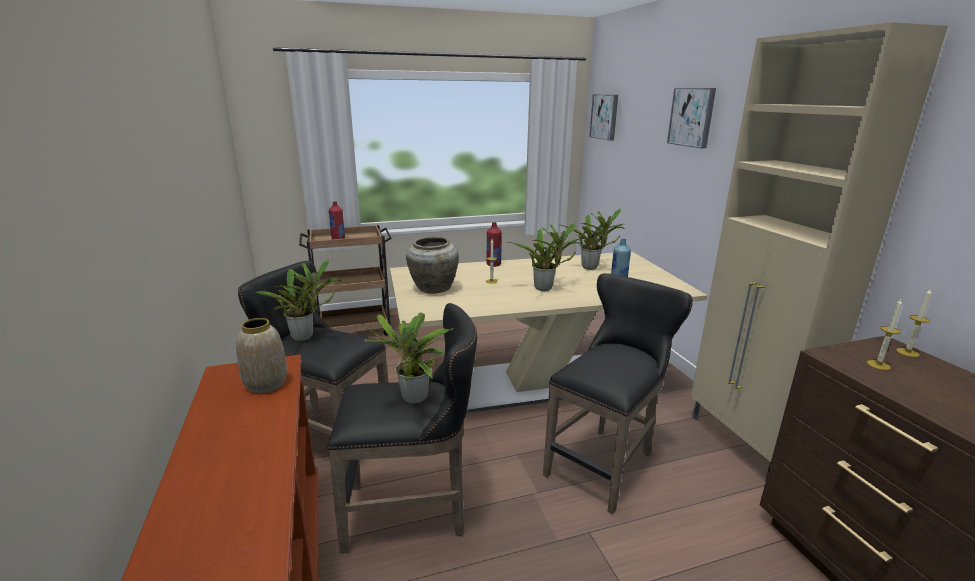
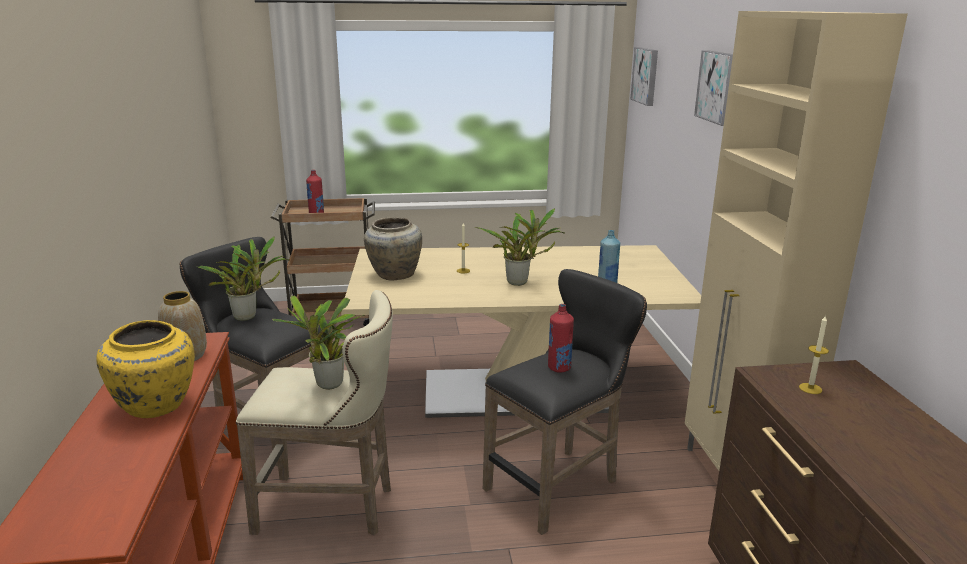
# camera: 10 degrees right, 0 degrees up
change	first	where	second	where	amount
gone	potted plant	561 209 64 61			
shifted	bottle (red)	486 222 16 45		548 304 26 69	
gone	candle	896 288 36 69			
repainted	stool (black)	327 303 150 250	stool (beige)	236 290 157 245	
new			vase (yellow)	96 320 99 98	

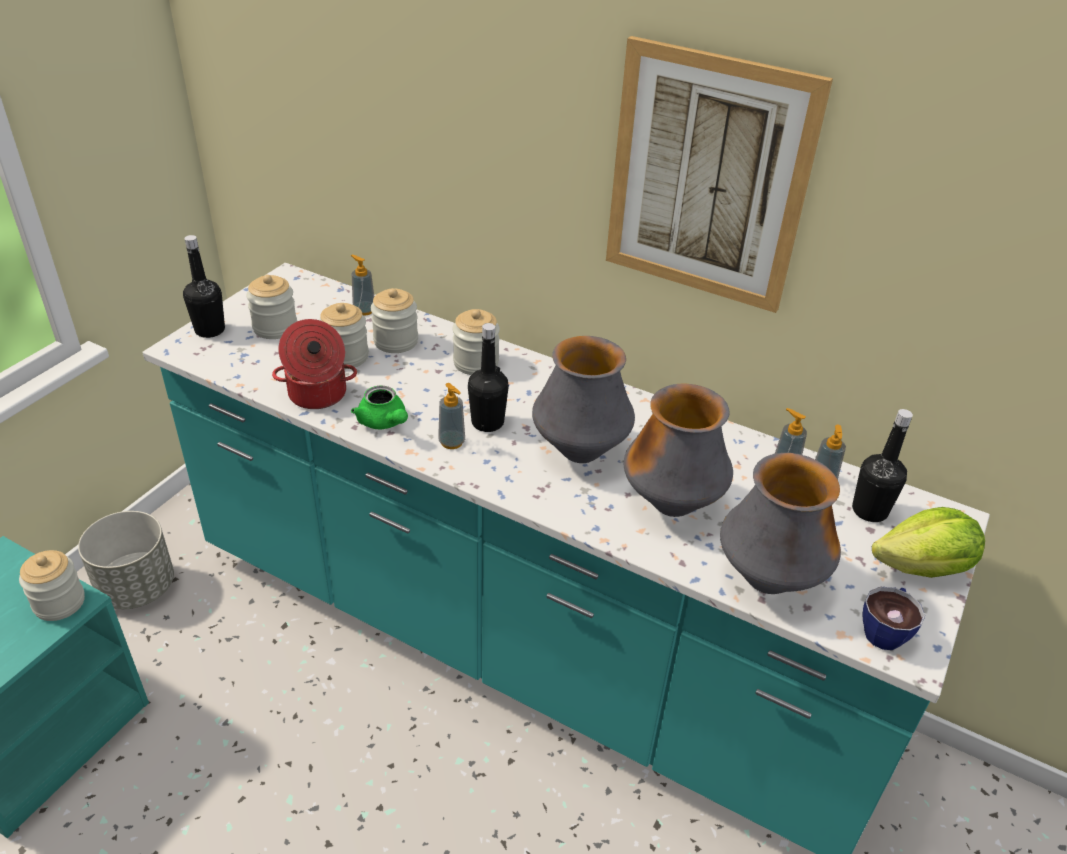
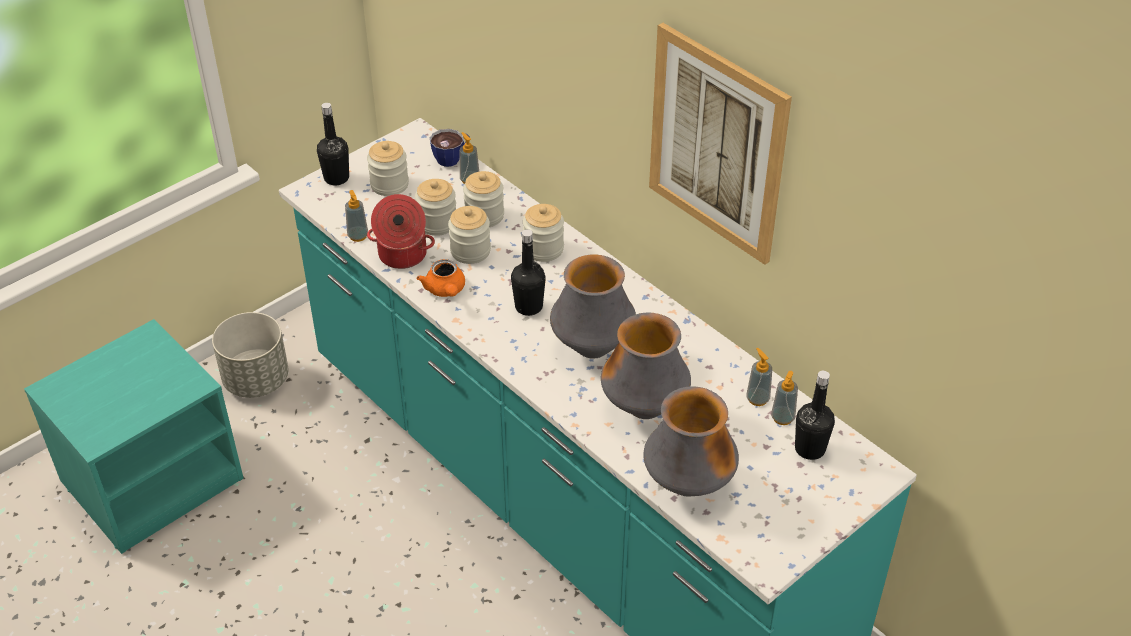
# camera: 20 degrees right, 5 degrees up
change	first	where	second	where	amount
shifted	soap dispenser	438 383 27 66		345 190 23 52	
repainted	teapot (green)	351 386 57 43	teapot (orange)	417 259 48 38	
gone	lettuce	872 507 113 71			
shifted	jar	19 550 66 71		448 206 43 58	
shifted	cup	862 587 63 63		430 129 40 38	

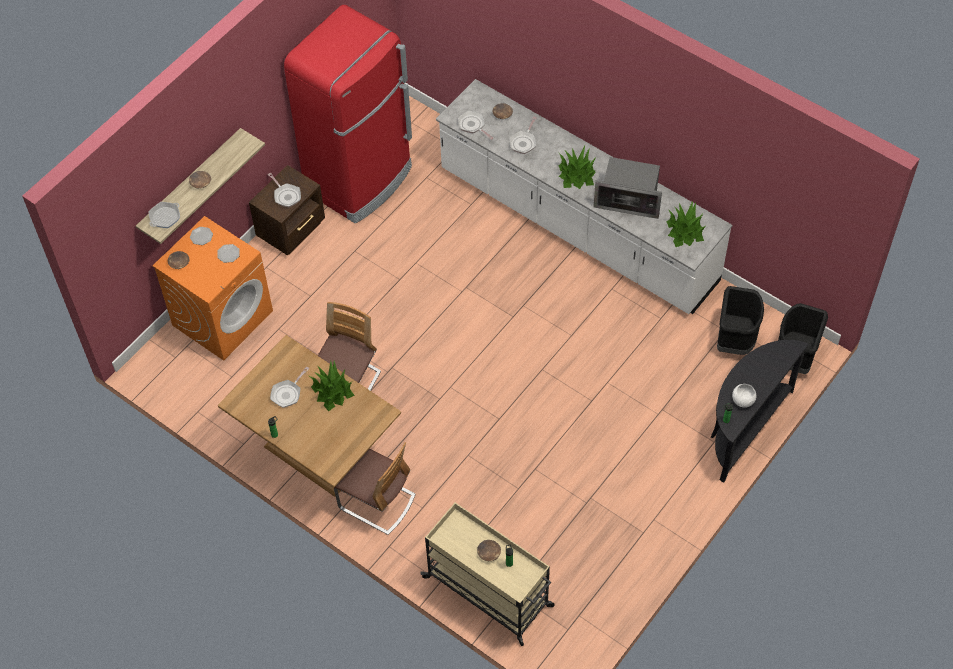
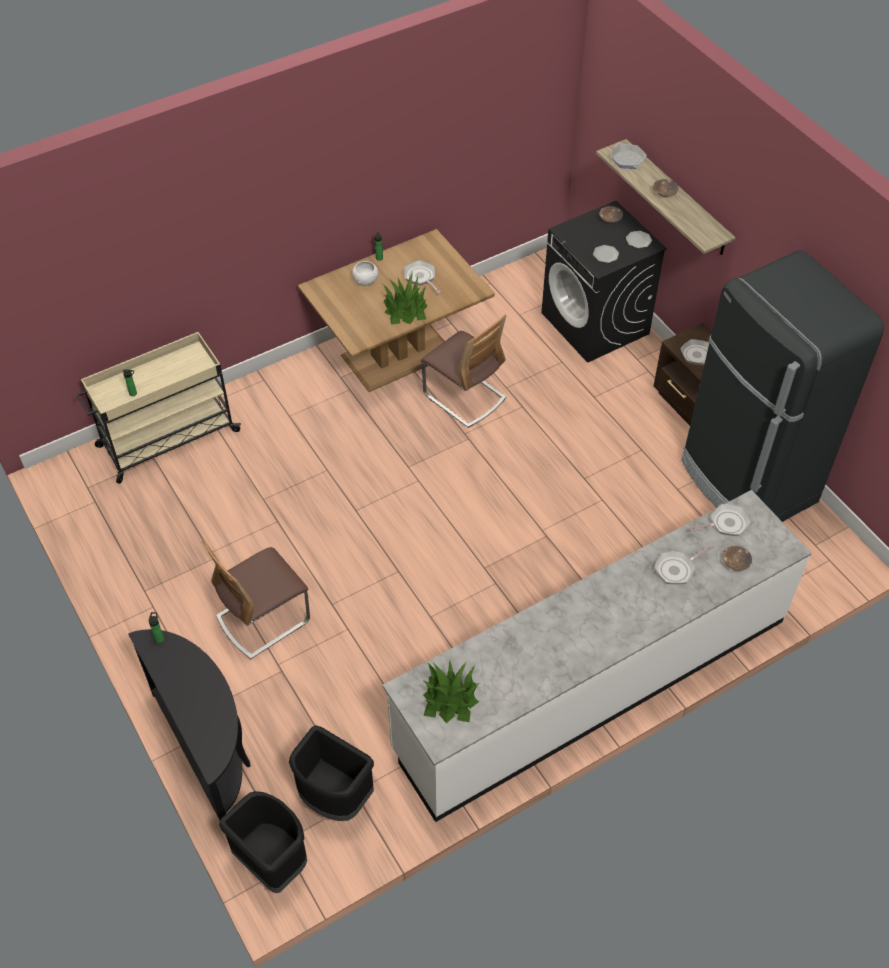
# camera: 110 degrees right, 5 degrees down
change	first	where	second	where	amount
repainted	fridge (red)	284 5 128 219	fridge (black)	681 251 203 271	
rotated	frying pan	509 117 28 37		654 545 60 39	75 degrees counterclockwise
gone	potted plant	559 146 37 43			
gone	microwave	594 157 68 62			
repainted	washing machine (orange)	153 216 120 145	washing machine (black)	541 201 126 162	
shifted	bowl (white)	732 384 24 24		352 261 26 25	
shifted	chair	334 442 82 93		202 540 108 119	
gone	bowl (brown)	477 540 24 21			

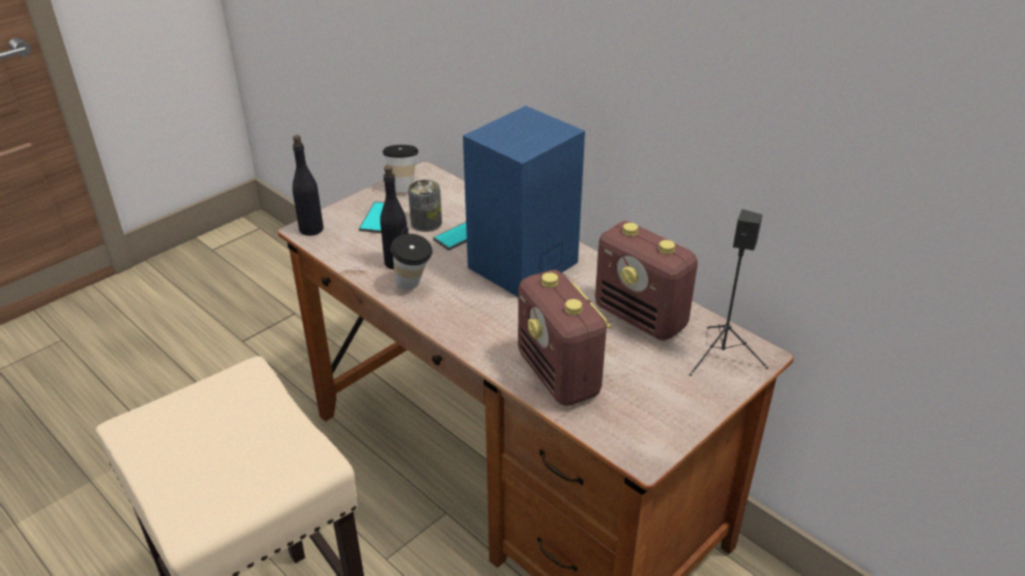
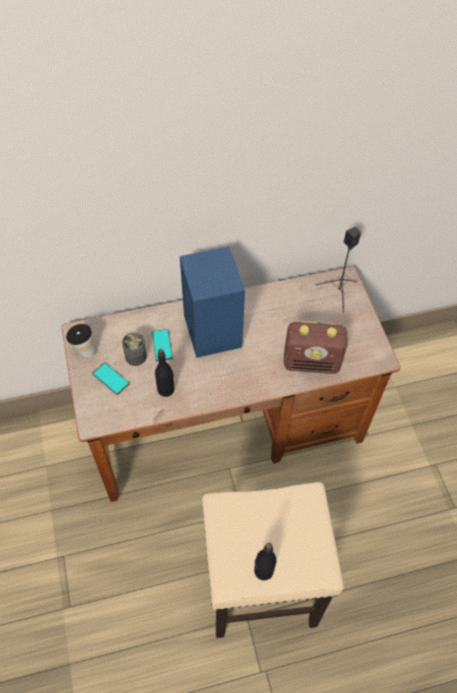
# camera: 60 degrees left, 20 degrees up
change	first	where	second	where	amount
shifted	bottle (black)	292 135 32 101		254 543 22 38	
gone	radio	595 221 103 120			
gone	cup	391 234 42 55			

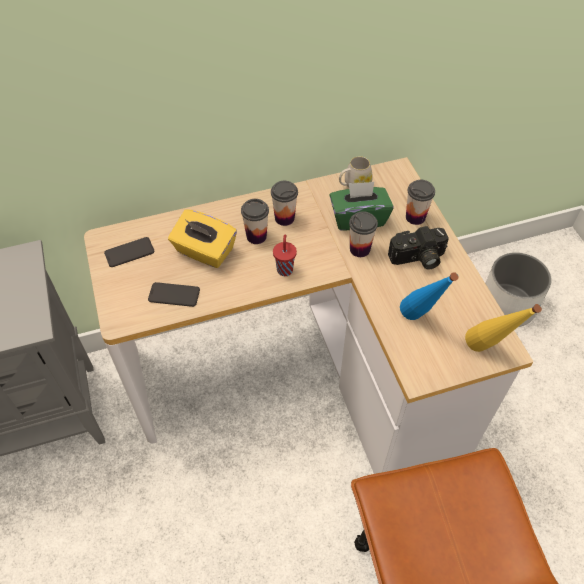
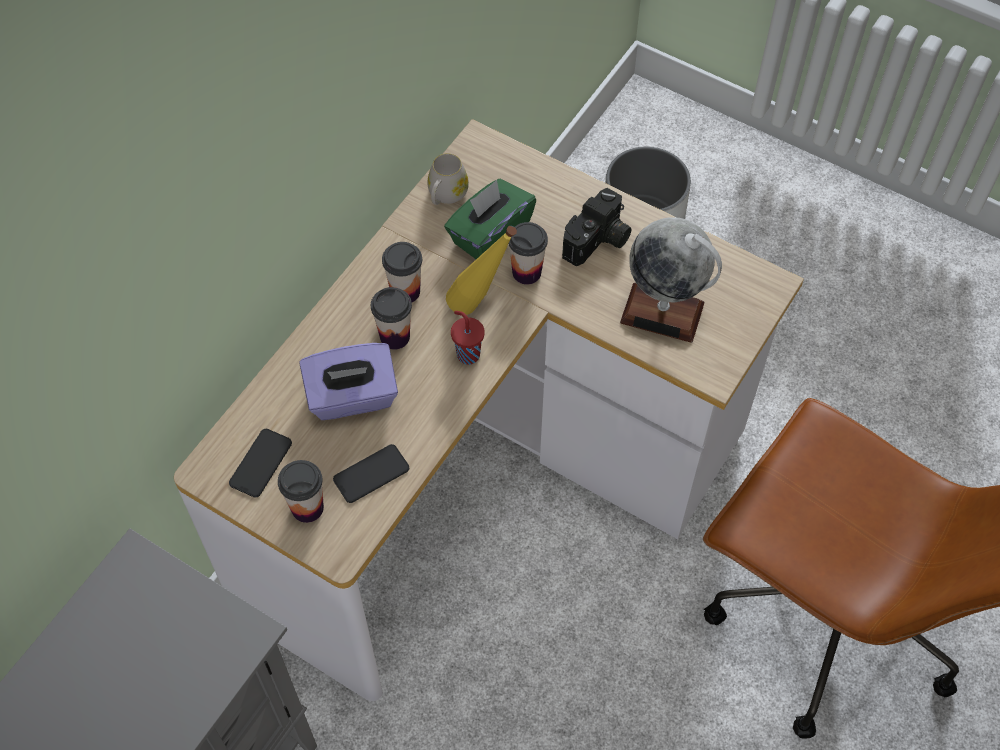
# camera: 40 degrees left, 5 degrees up
change	first	where	second	where	amount
shifted	cup	406 180 29 45		278 460 46 63	
repainted	tissue box (yellow)	168 209 69 59	tissue box (purple)	300 343 98 77	
swapped	bottle (blue)	400 272 58 48	globe	620 217 102 126	
shifted	bottle (yellow)	465 304 77 48		446 226 71 89	

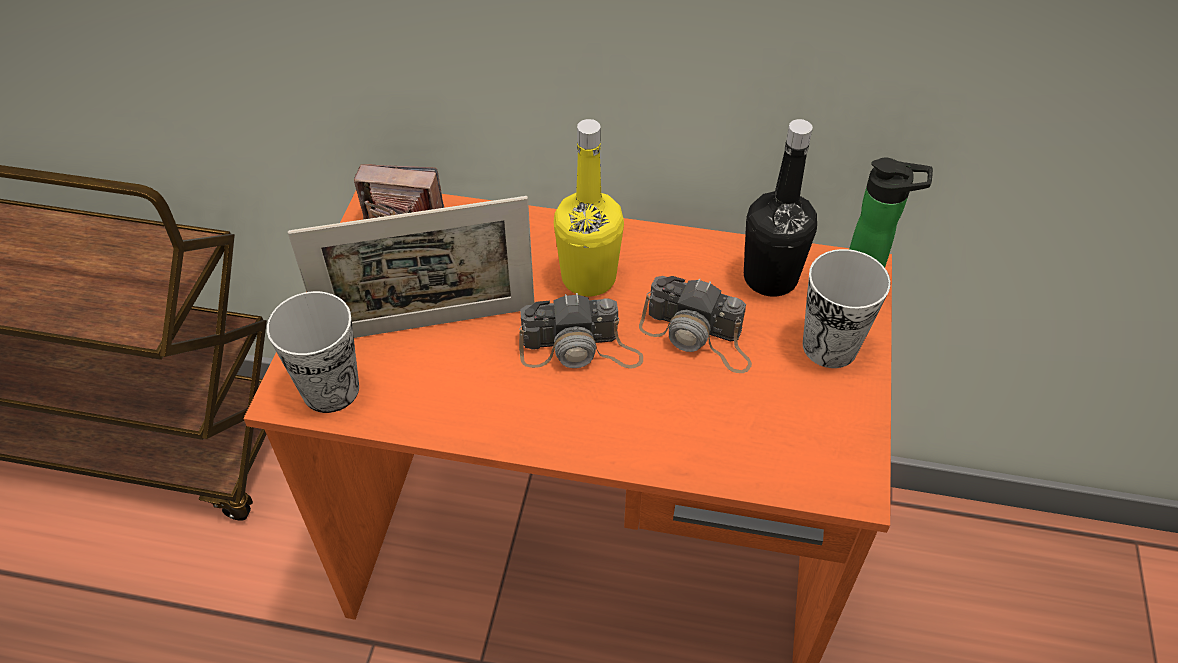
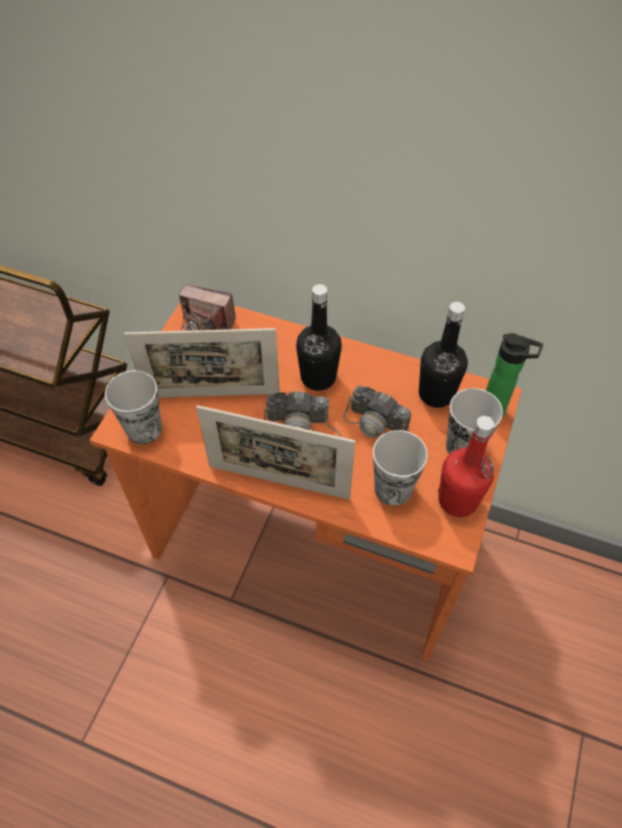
# camera: 10 degrees right, 5 degrees up
change	first	where	second	where	amount
repainted	bottle (yellow)	554 119 70 177	bottle (black)	296 284 46 107	
new			picture frame	196 405 160 94	
new			bottle (red)	438 416 56 101	
new			cup	373 430 55 76	

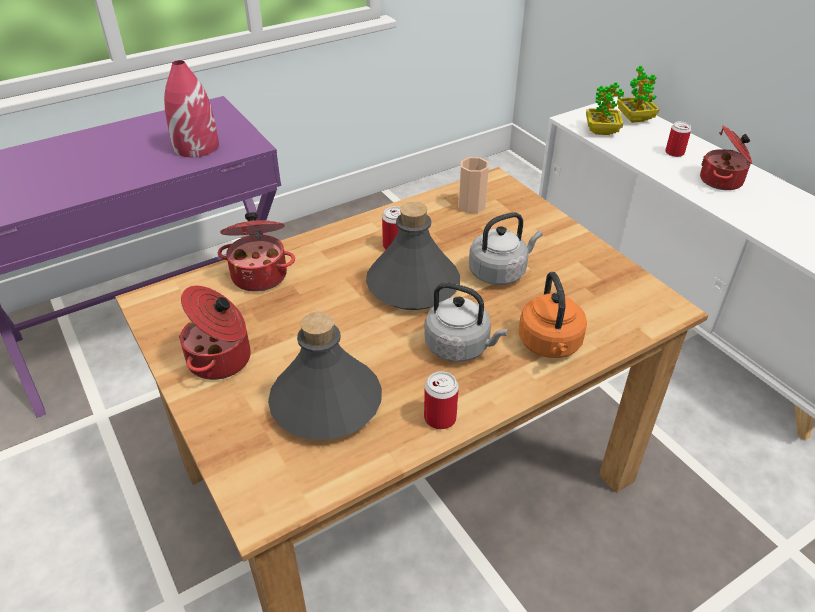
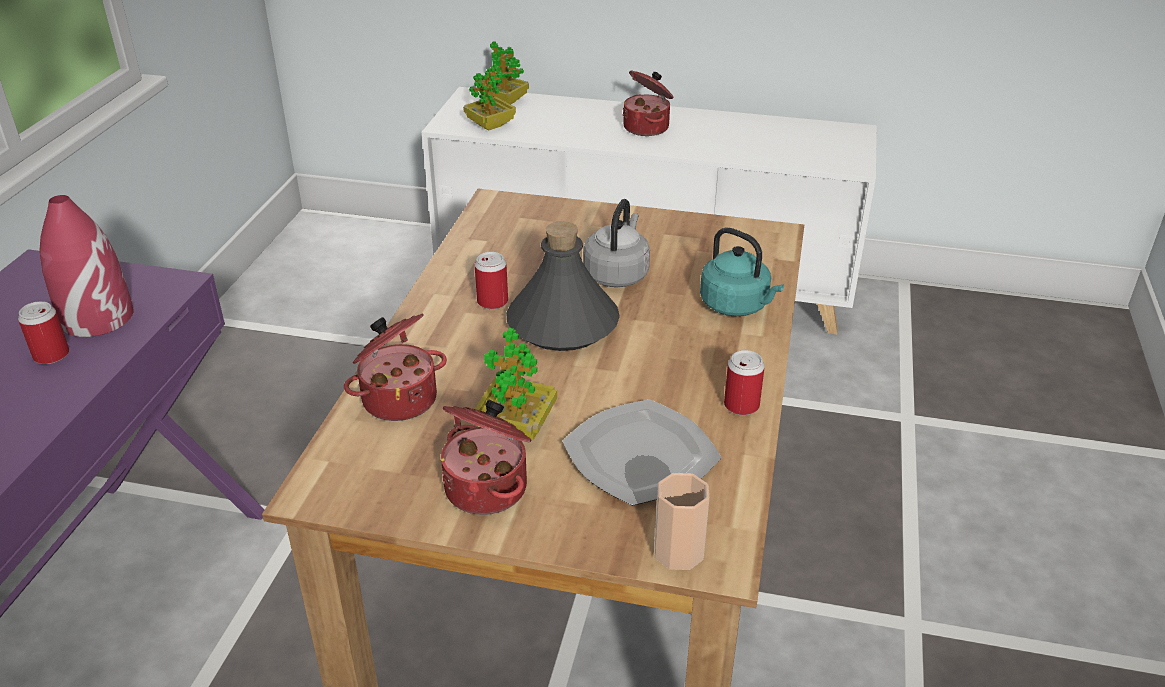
# camera: 45 degrees left, 5 degrees down
change	first	where	second	where	amount
shifted	can	665 121 26 36		18 301 51 63	
shifted	cup	459 157 30 56		655 473 54 97	
repainted	kettle (orange)	519 272 68 86	kettle (turquoise)	700 228 84 88	
gone	kettle (grey)	425 282 83 80			
swapped	bottle (grey)	268 312 114 128	plate	562 399 160 107	
new			potted plant	475 328 82 112	

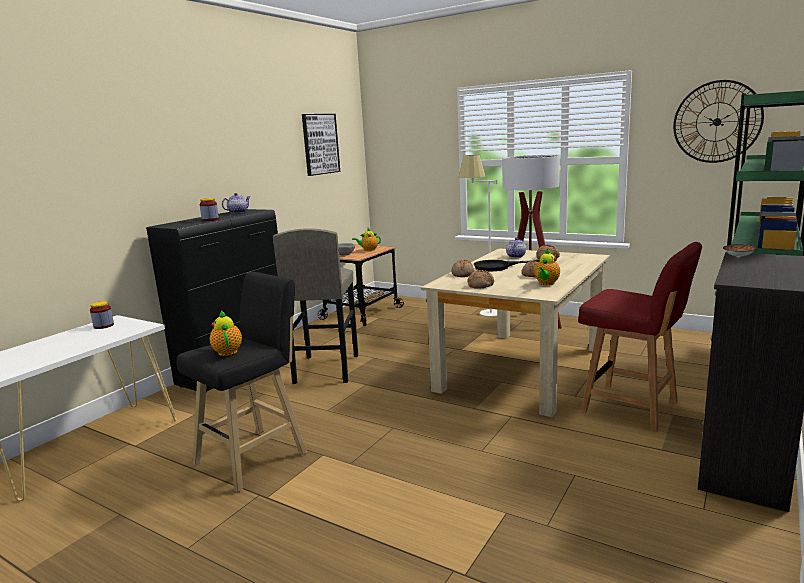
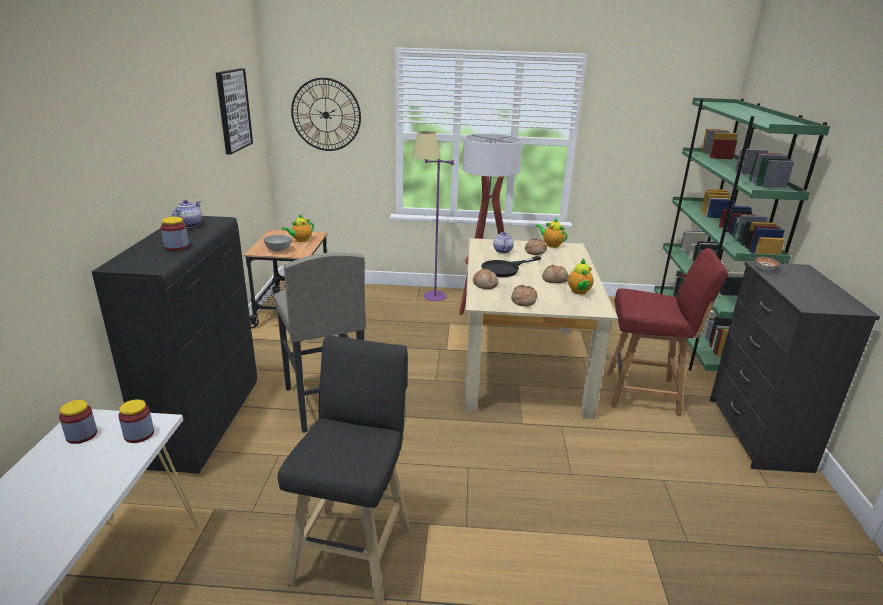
# camera: 30 degrees left, 10 degrees up
change	first	where	second	where	amount
shifted	wall clock	673 80 91 83		291 78 70 73	
repainted	floor lamp (white)	459 155 38 162	floor lamp (purple)	412 131 42 170	
shifted	teapot	210 311 32 45		536 218 31 30	
new			jar	118 399 36 44	

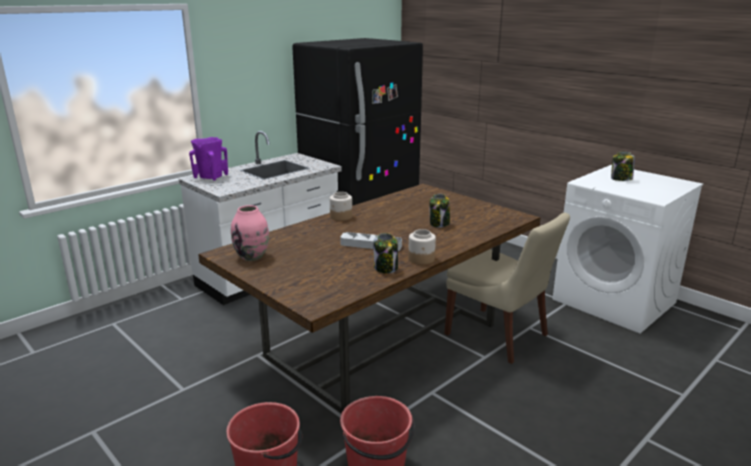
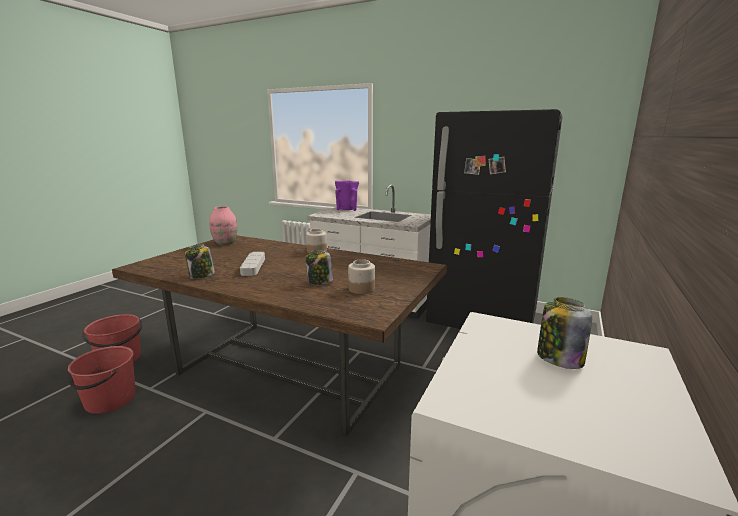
# camera: 70 degrees right, 5 degrees down
change	first	where	second	where	amount
gone	chair (beige)	444 213 126 151			
shifted	jar	408 229 28 36		348 259 27 35	

